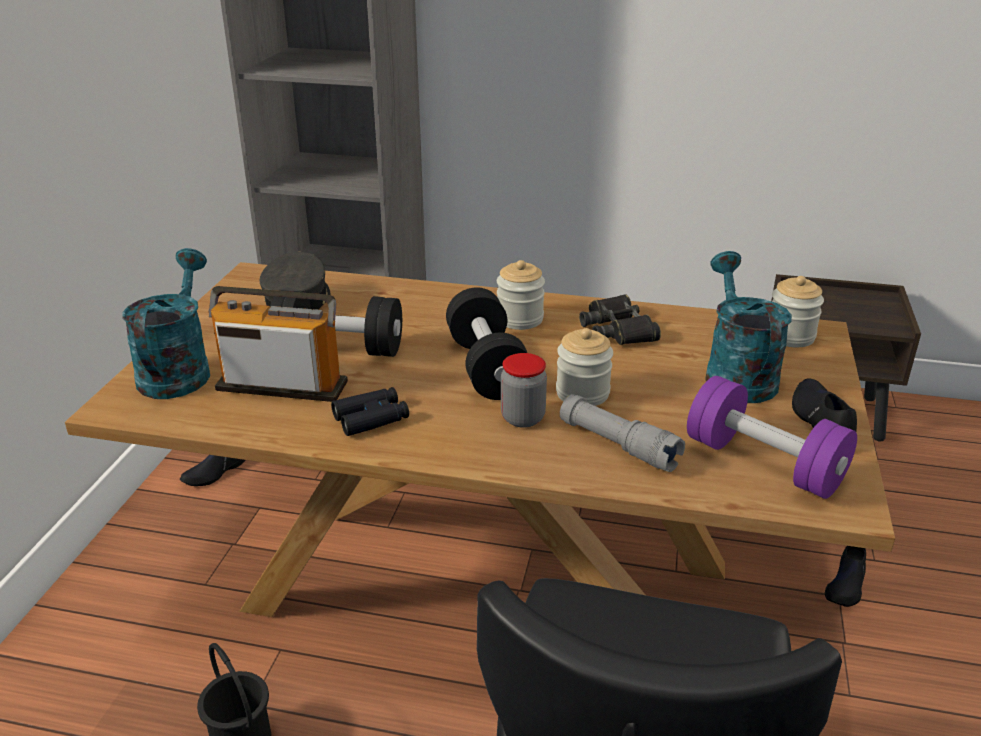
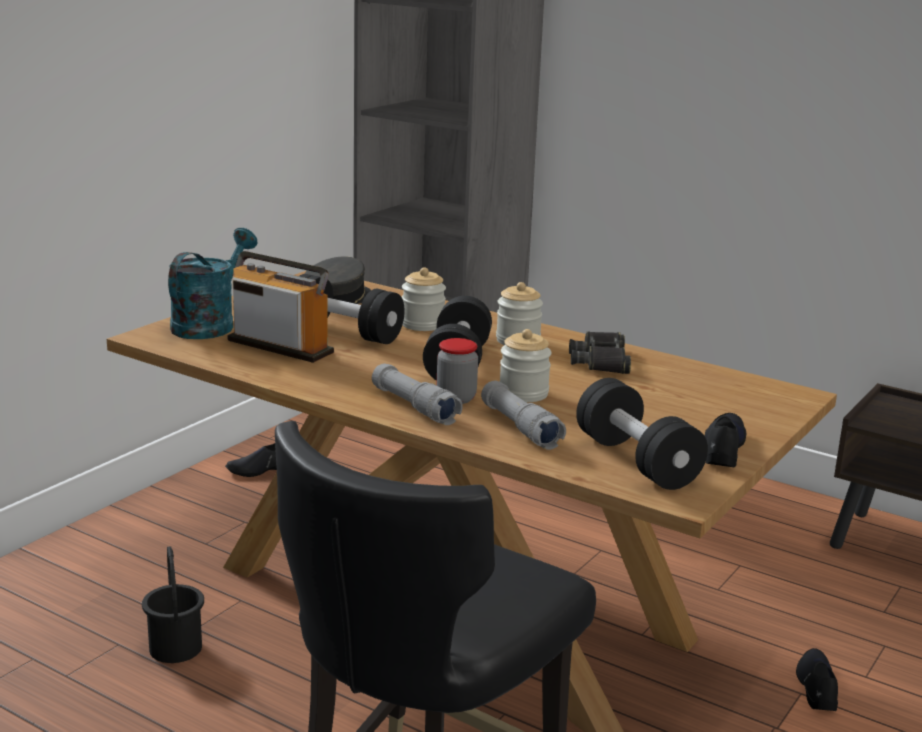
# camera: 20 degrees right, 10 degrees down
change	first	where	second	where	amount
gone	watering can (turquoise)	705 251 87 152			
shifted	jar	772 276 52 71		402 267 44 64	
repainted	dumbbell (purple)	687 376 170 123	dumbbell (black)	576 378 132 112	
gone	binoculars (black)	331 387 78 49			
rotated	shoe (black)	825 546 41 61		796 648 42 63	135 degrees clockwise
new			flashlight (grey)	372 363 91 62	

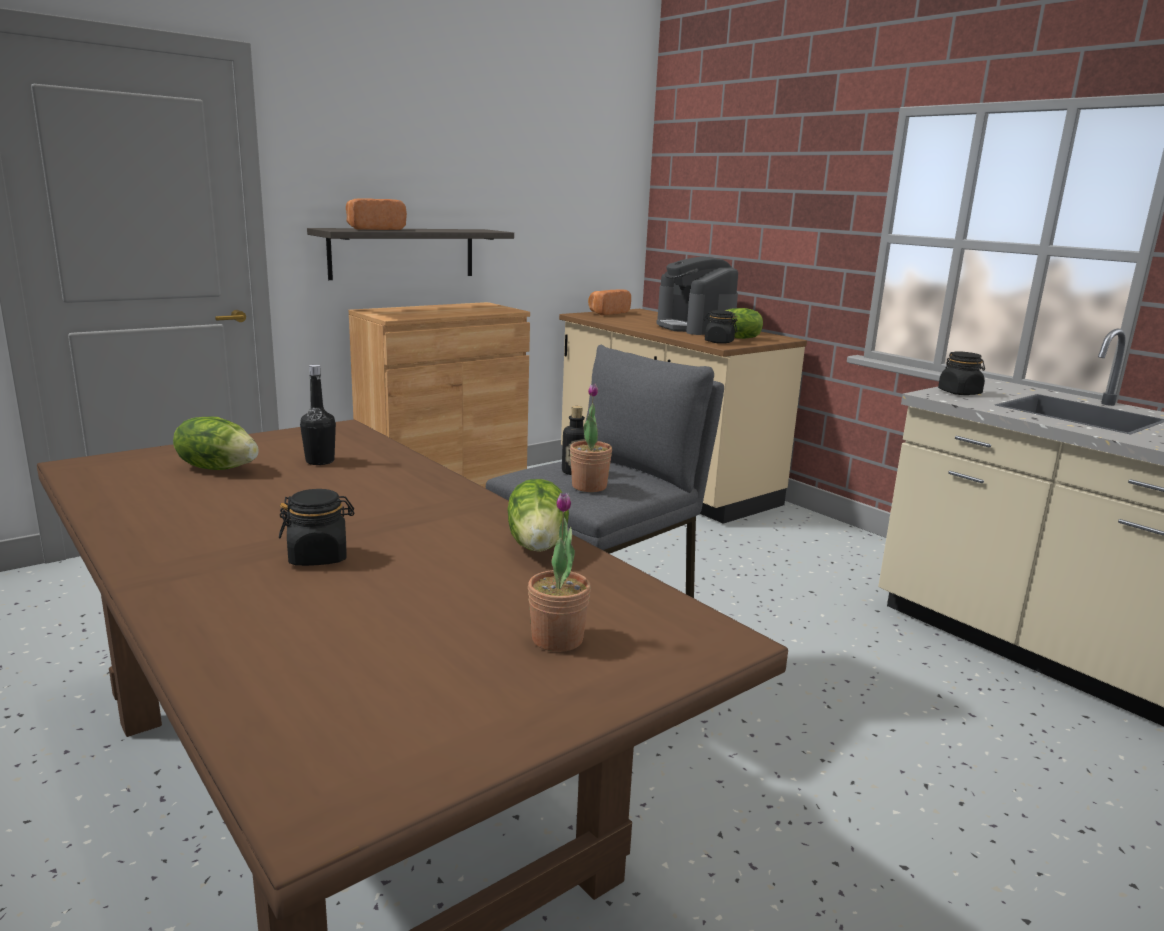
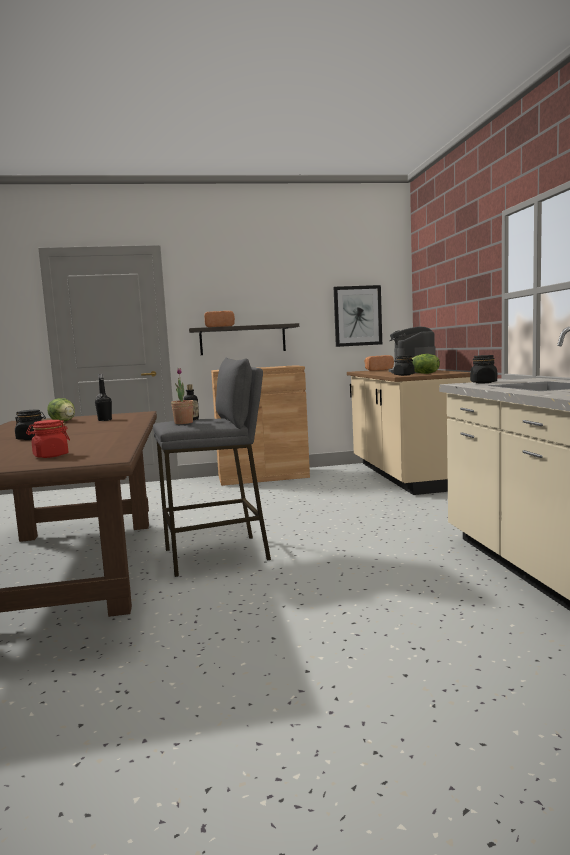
# camera: 30 degrees right, 10 degrees down
change	first	where	second	where	amount
gone	lettuce	507 479 62 73			
swapped	potted plant	528 493 63 159	jar (red)	26 420 44 38	
new			picture	334 285 48 62	

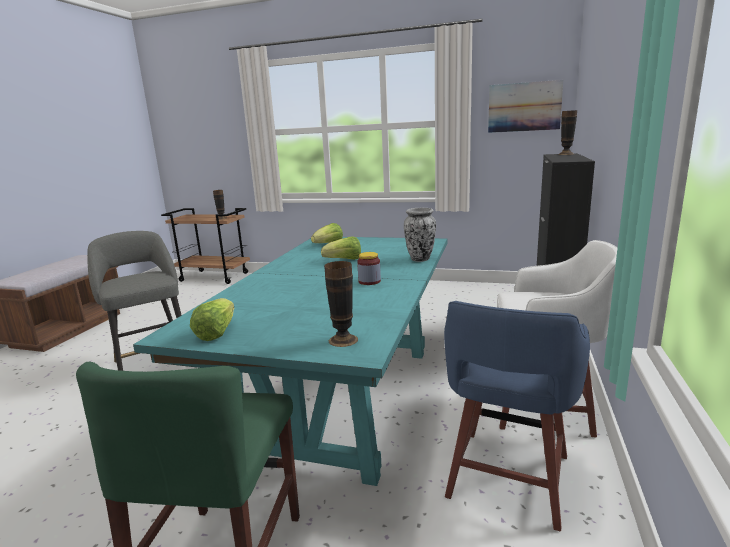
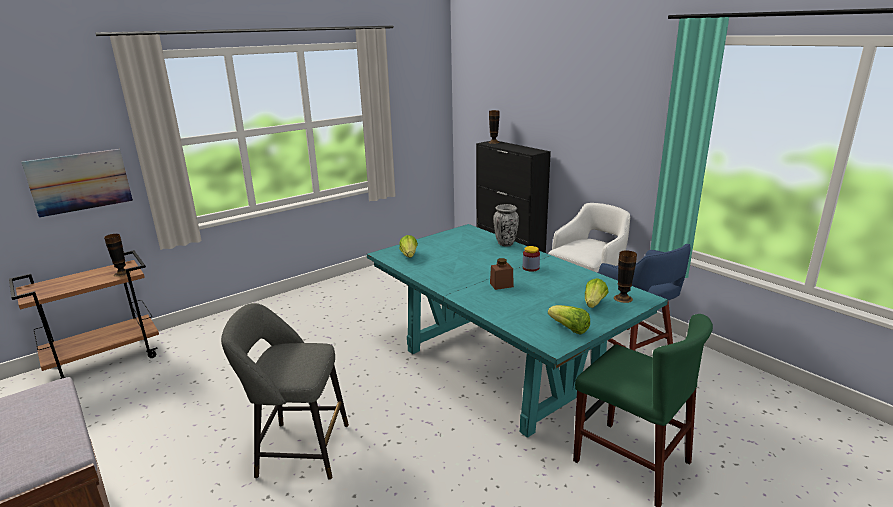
# camera: 55 degrees left, 5 degrees up
change	first	where	second	where	amount
shifted	picture	488 80 75 53		21 149 112 69	
shifted	lettuce	321 236 40 24		585 278 24 30	
new			jar (brown)	490 258 24 32	

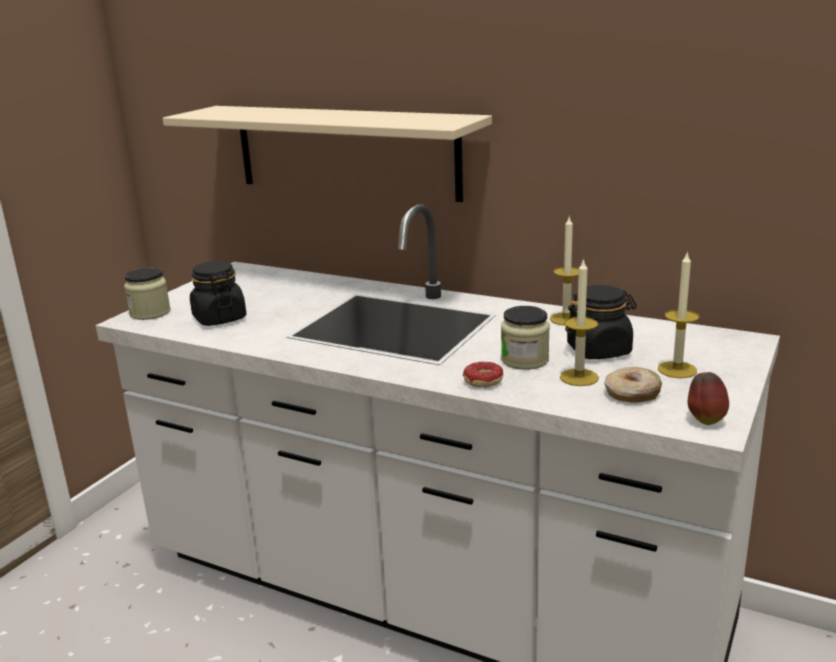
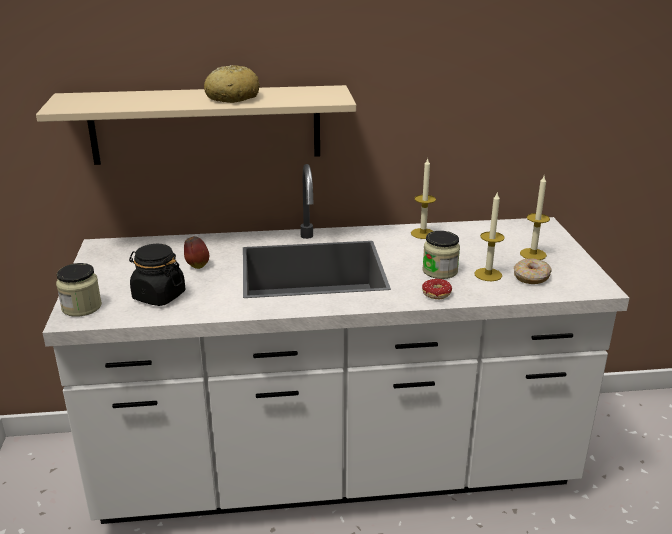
# camera: 35 degrees left, 5 degrees up
change	first	where	second	where	amount
gone	jar (black)	565 285 72 74			
shifted	apple	688 372 41 53		184 236 25 33	
new			bread	204 65 56 38	

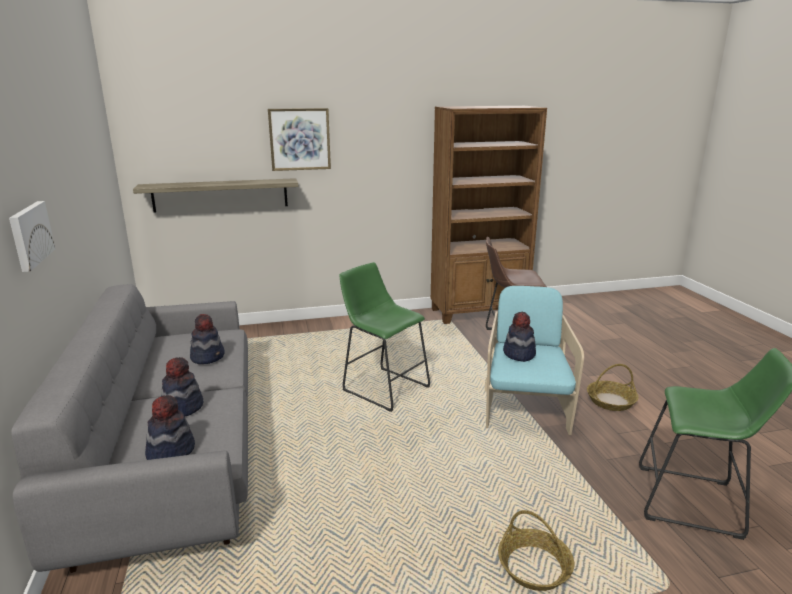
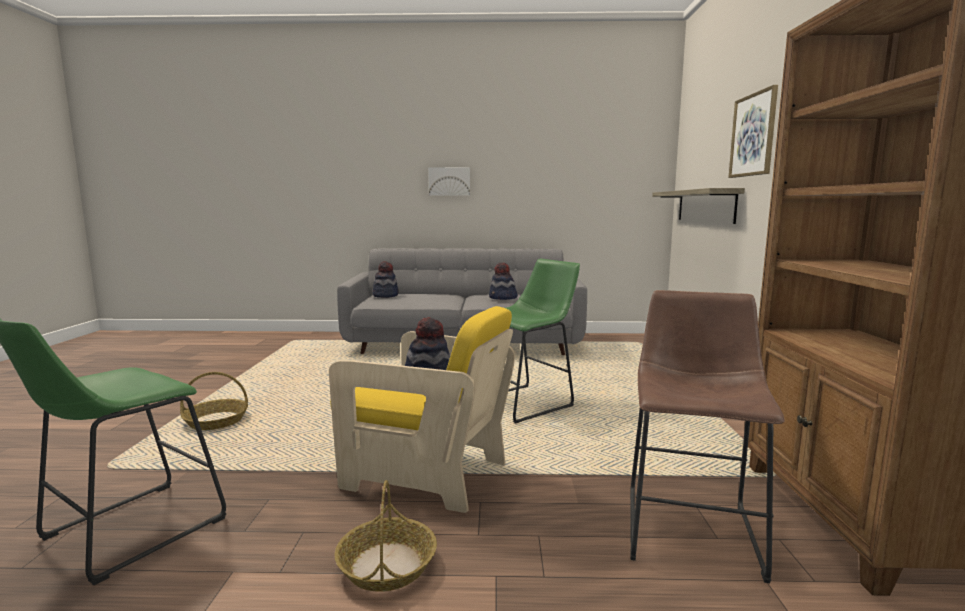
# camera: 105 degrees right, 10 degrees down
change	first	where	second	where	amount
repainted	armchair (turquoise)	485 286 99 149	armchair (yellow)	329 306 186 207	
gone	hat	161 357 42 59			

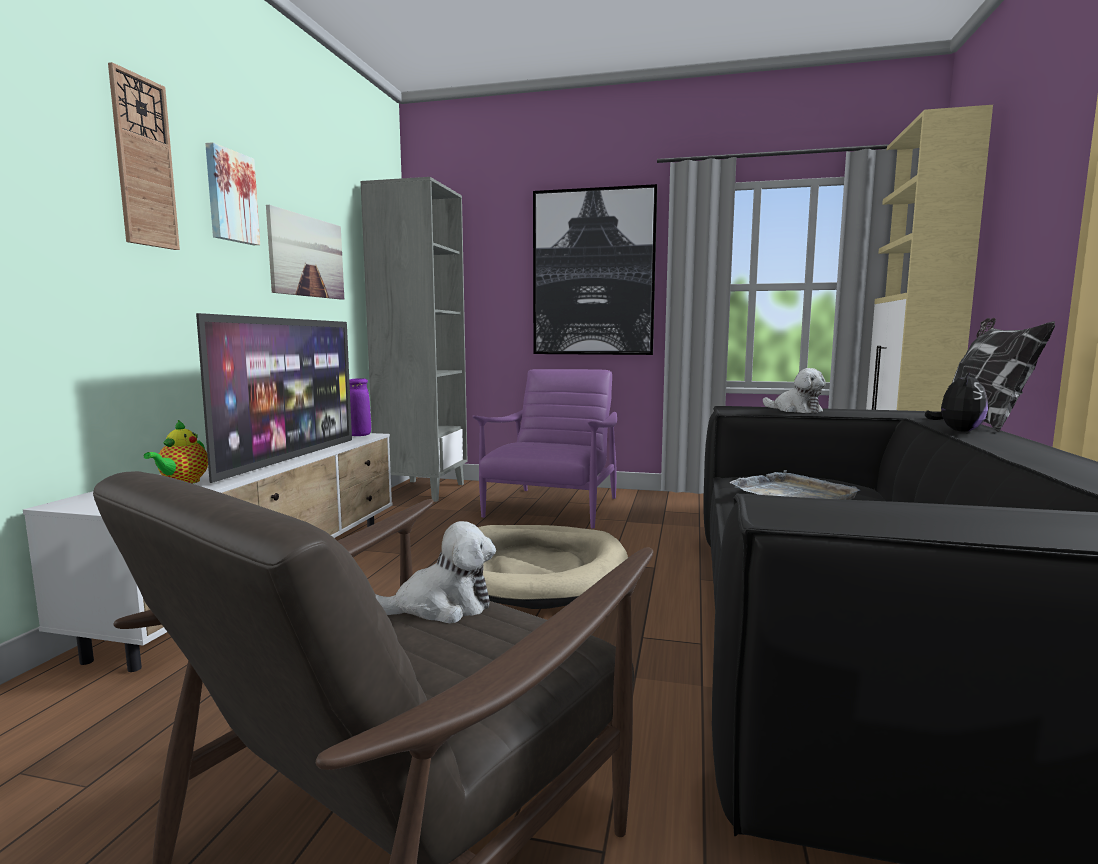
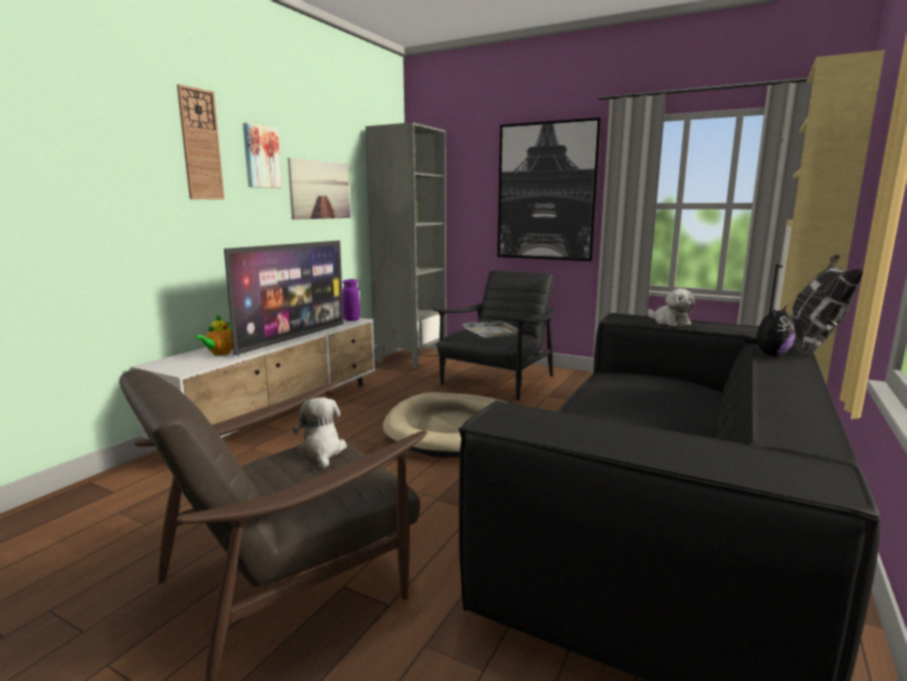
# camera: 15 degrees right, 5 degrees up
change	first	where	second	where	amount
repainted	armchair (purple)	472 369 145 160	armchair (black)	433 270 123 130	
shifted	tray (grey)	730 470 130 30		462 321 56 17	
rotated	plush toy	376 521 120 102		293 397 54 71	105 degrees counterclockwise

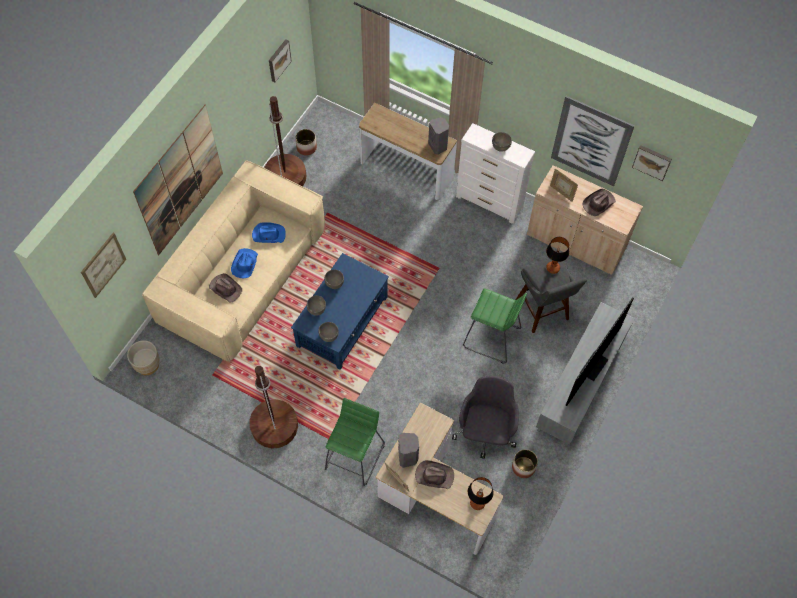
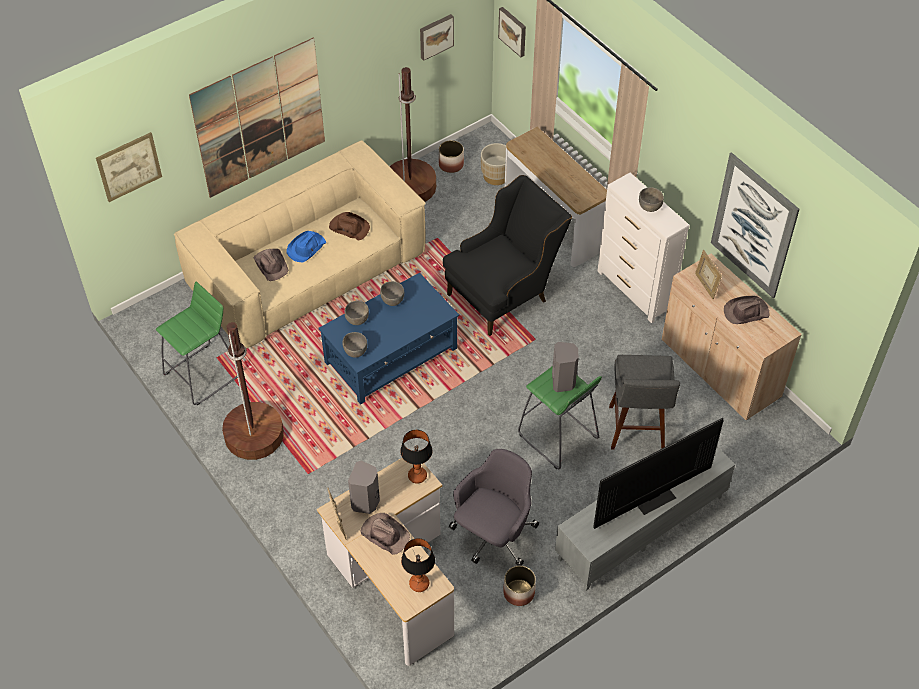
# camera: 25 degrees right, 10 degrees down
change	first	where	second	where	amount
shifted	speaker (grey)	428 117 21 38		552 342 27 50	
shifted	picture	632 145 40 36		498 7 28 50	
repainted	hat (blue)	252 222 34 21	hat (brown)	329 212 41 28	
shifted	table lamp	546 237 23 37		400 430 32 54	
shifted	planter (beige)	127 340 33 35		481 143 25 42	
shifted	stool (green)	325 398 60 88		156 281 82 124	
new			armchair (black)	443 175 129 161	

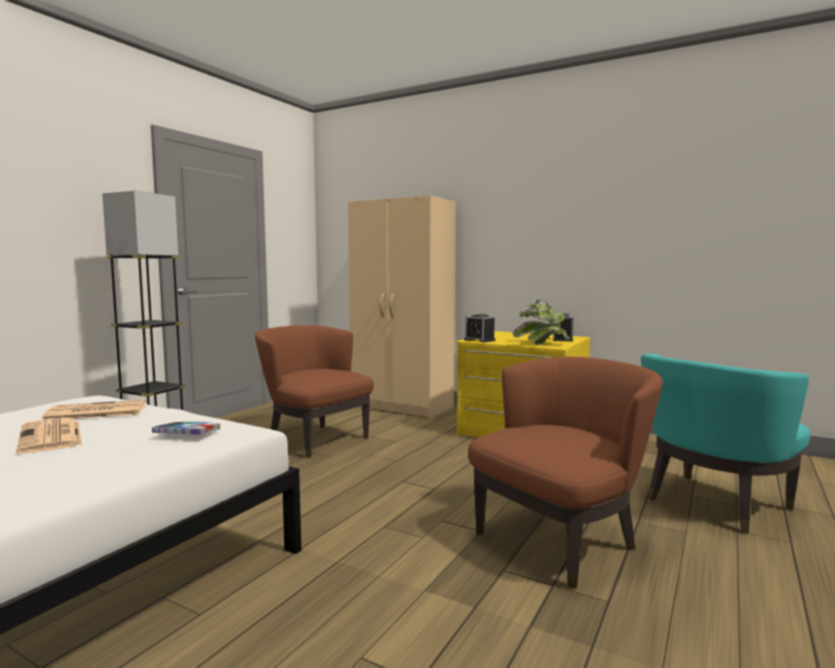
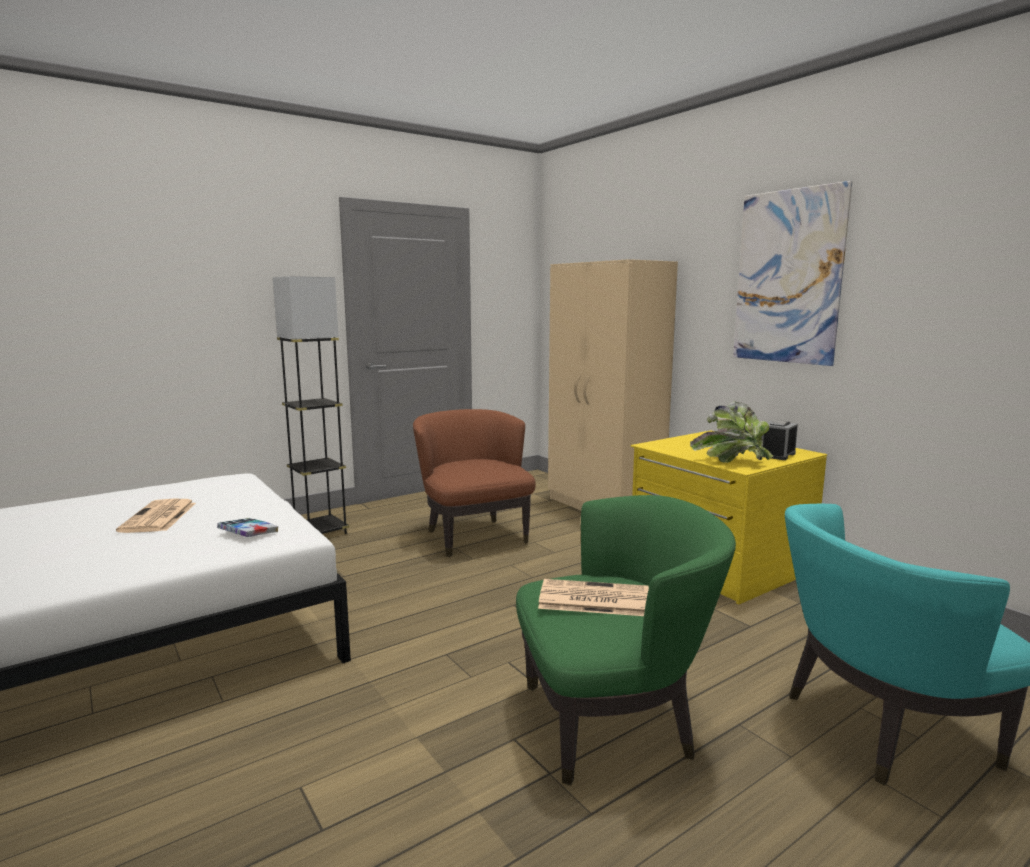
# camera: 25 degrees right, 5 degrees up
change	first	where	second	where	amount
gone	alarm clock	464 314 31 29			
repainted	armchair (brown)	468 357 195 231	armchair (green)	516 495 220 290	
shifted	newspaper	42 400 104 20		538 579 111 37	
new			picture	733 181 119 185	

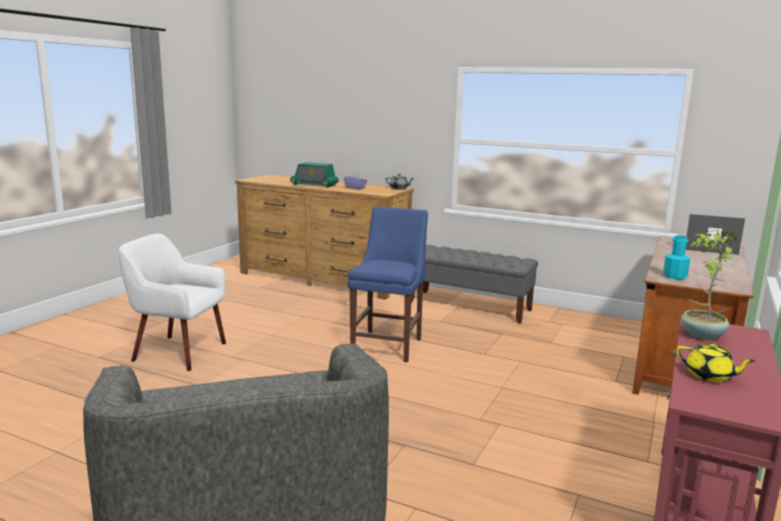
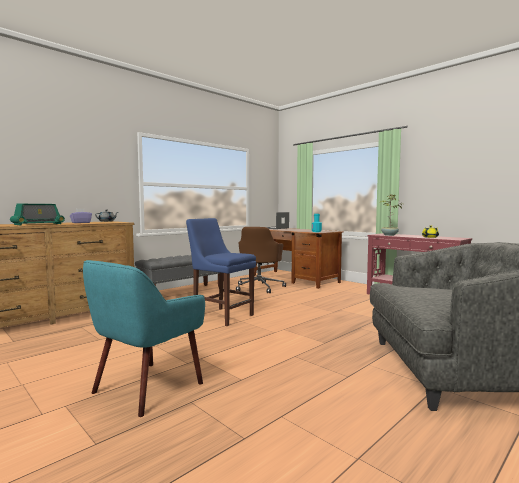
# camera: 70 degrees left, 10 degrees down
change	first	where	second	where	amount
repainted	armchair (white)	119 234 107 137	armchair (turquoise)	83 260 122 157	
new			office chair (brown)	236 227 50 66	

